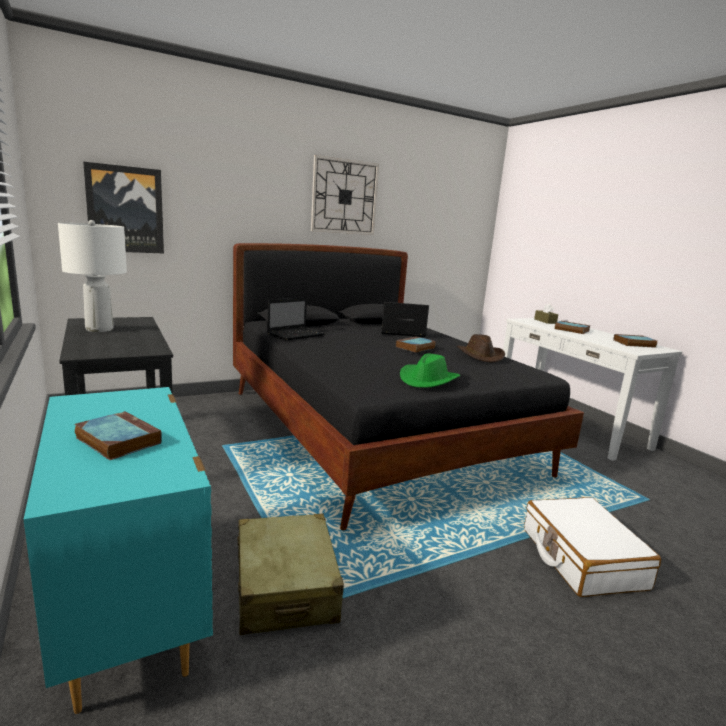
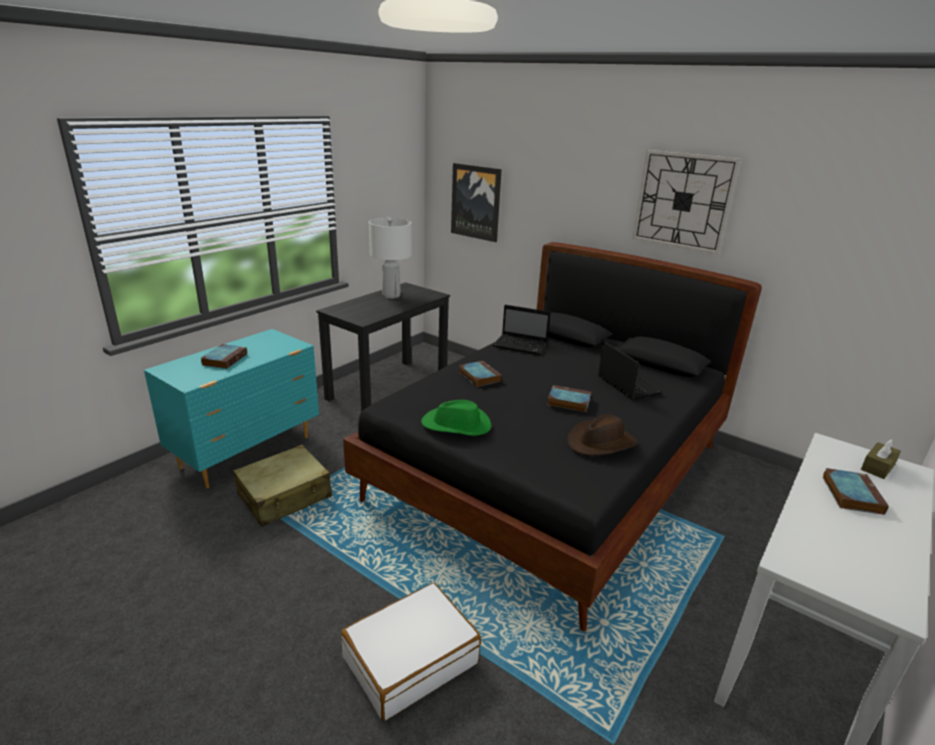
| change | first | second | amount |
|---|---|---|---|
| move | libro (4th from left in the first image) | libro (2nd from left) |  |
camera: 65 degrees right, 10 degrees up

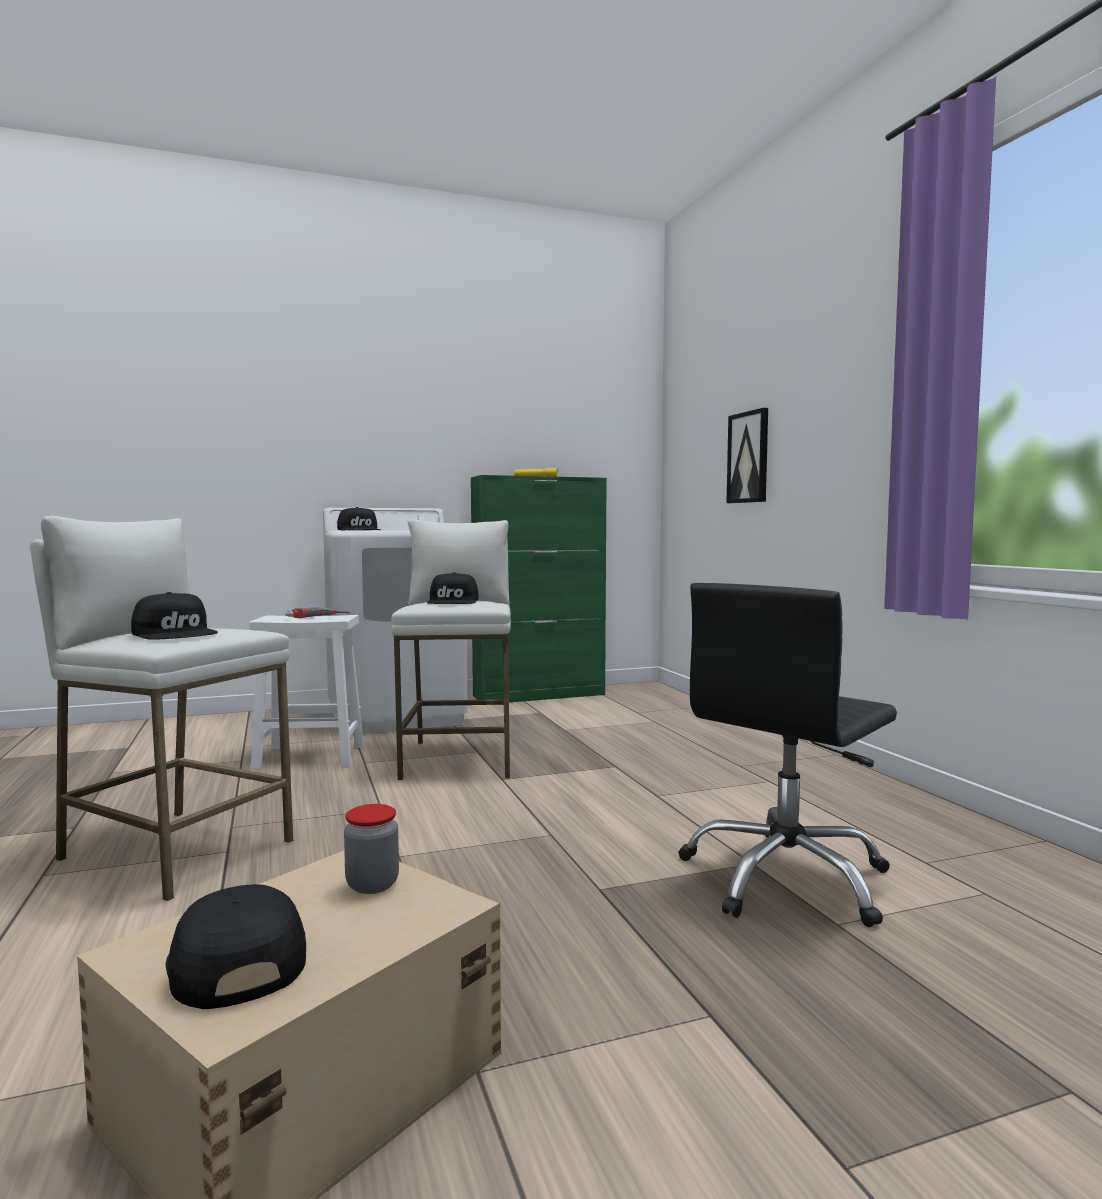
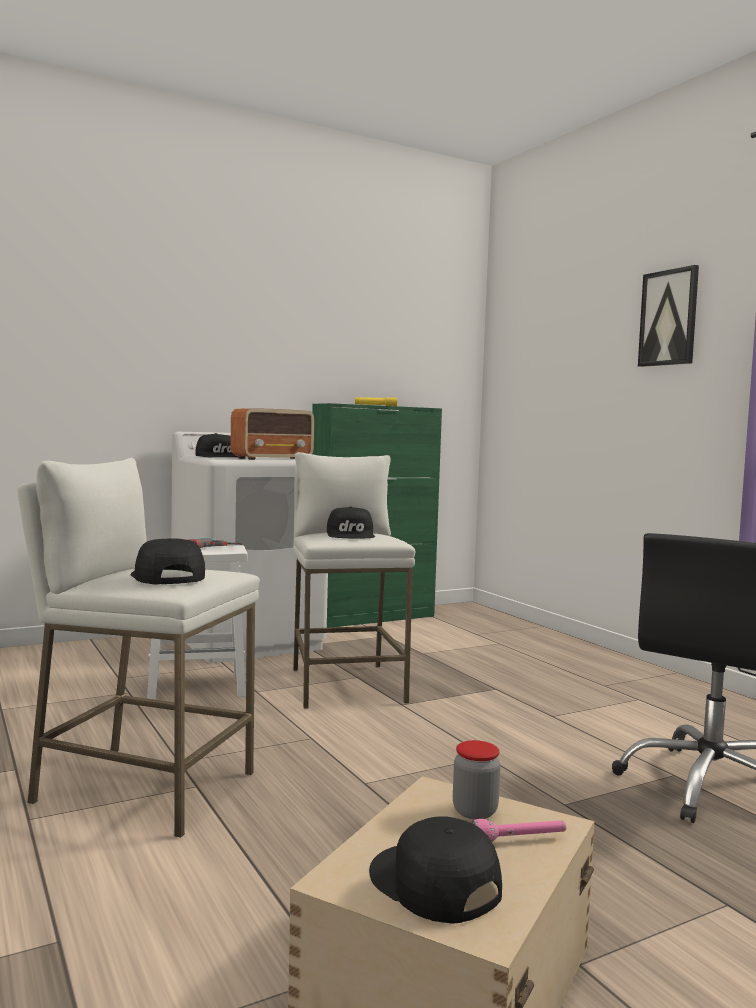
| change | first | second | amount |
|---|---|---|---|
| rotate | gorra [negro] (1st from left) |  | 150 degrees counterclockwise |
| insert |  | radio |  |
| insert |  | linterna [rosa] |  |
| move | cuadro |  |  |
camera: 10 degrees left, 0 degrees up

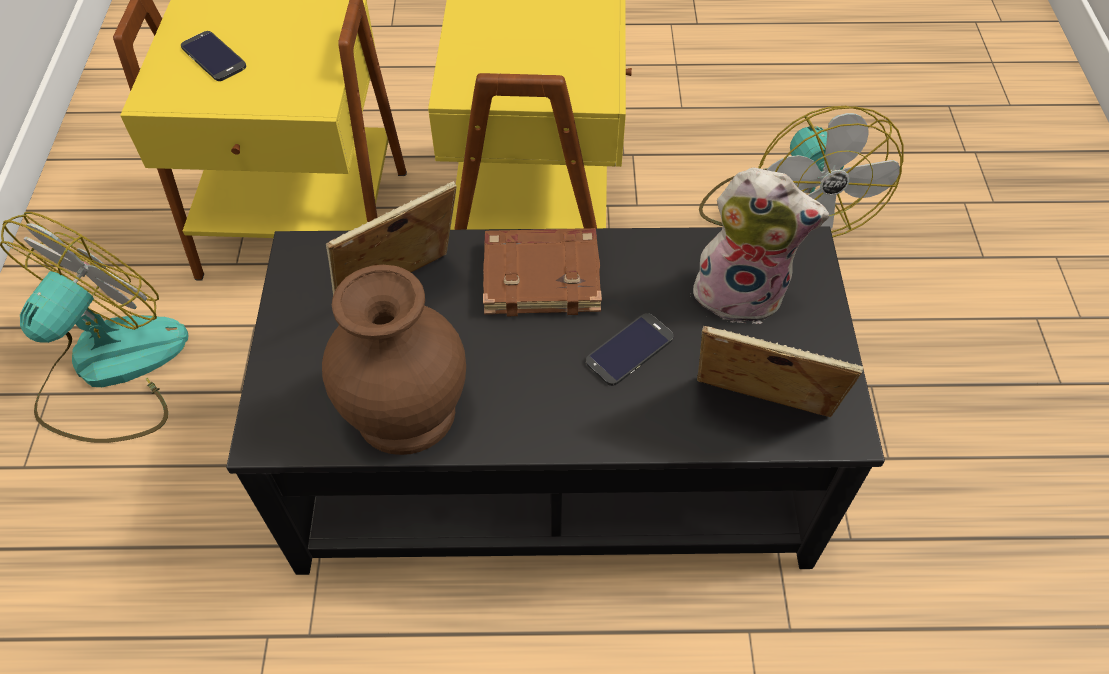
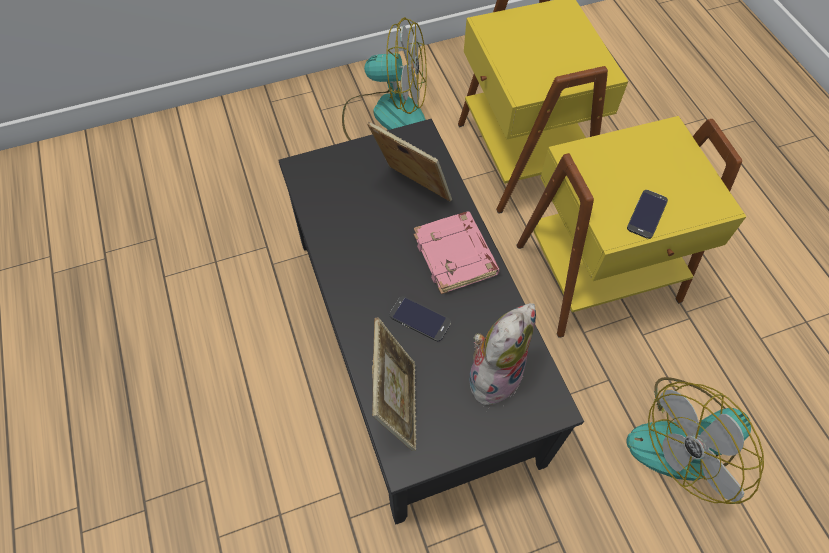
| change | first | second | amount |
|---|---|---|---|
| recolor | libro [marrón] | libro [rosa] |  |
| rotate | peluche |  | 135 degrees counterclockwise |
| move | móvil (1st from left in the first image) | móvil (2nd from left) |  |
| delete | florero [marrón] |  |  |
camera: 70 degrees right, 5 degrees up

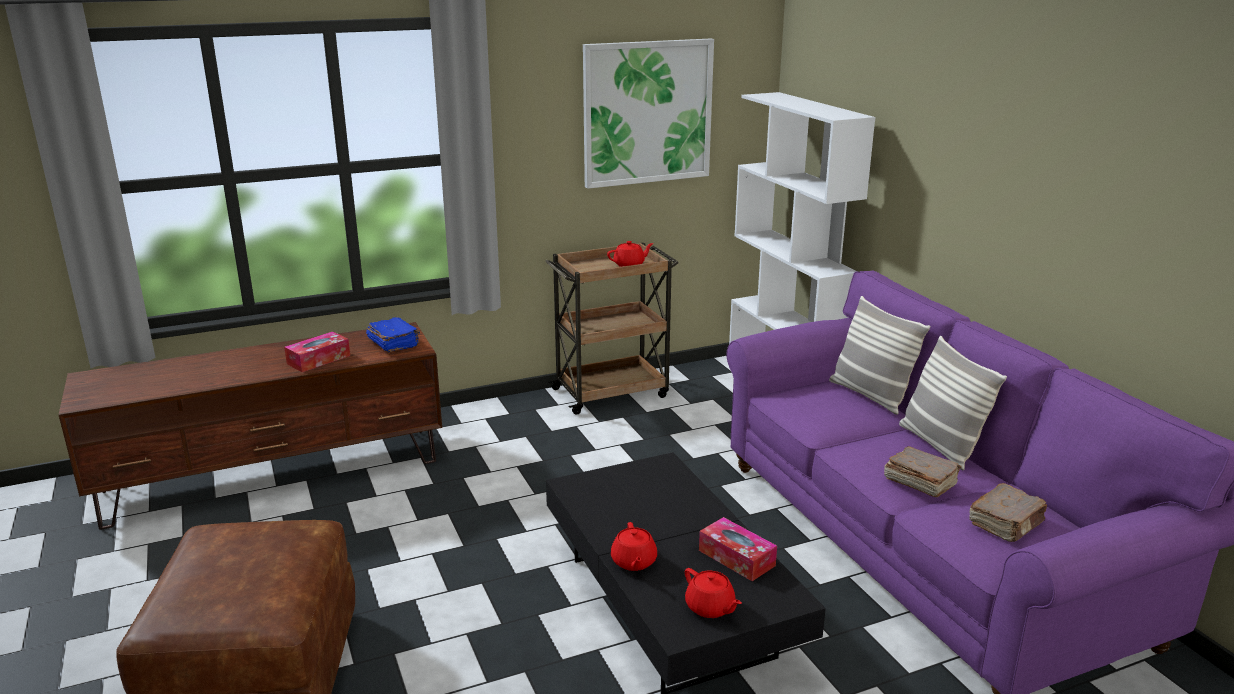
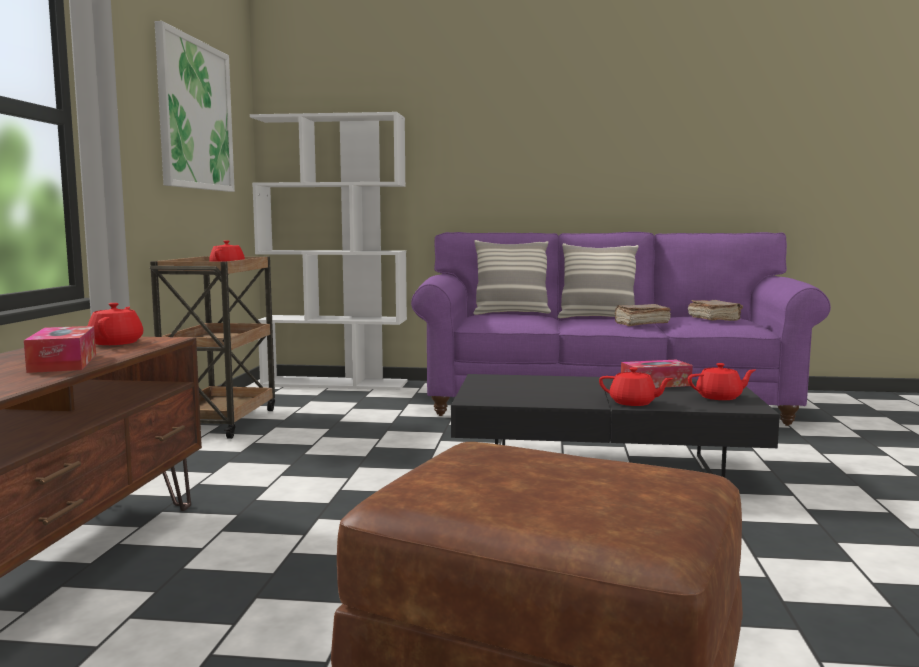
| change | first | second | amount |
|---|---|---|---|
| replace | libro [azul] | tetera [rojo] (1st from left) |  |
camera: 60 degrees left, 15 degrees down

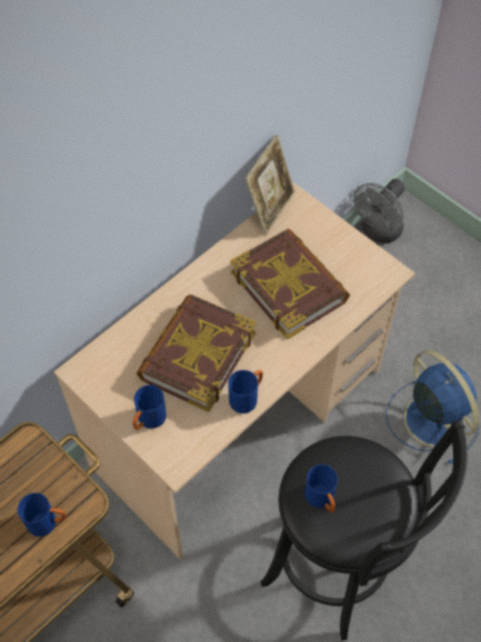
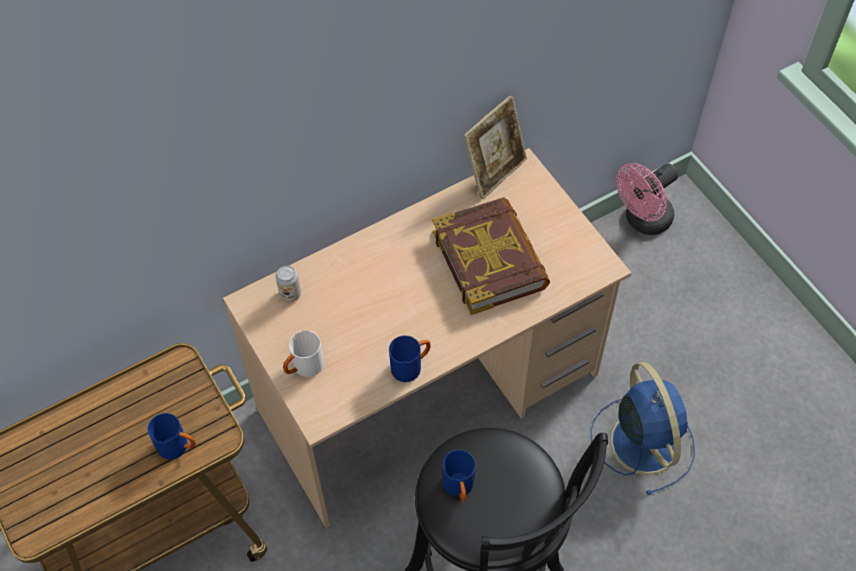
| change | first | second | amount |
|---|---|---|---|
| insert |  | lata |  |
| recolor | taza grande [azul] (2nd from left) | taza grande [blanco] |  |
| recolor | ventilador [gris] | ventilador [rosa] |  |
| delete | libro (1st from left) |  |  |
camera: 15 degrees right, 0 degrees up

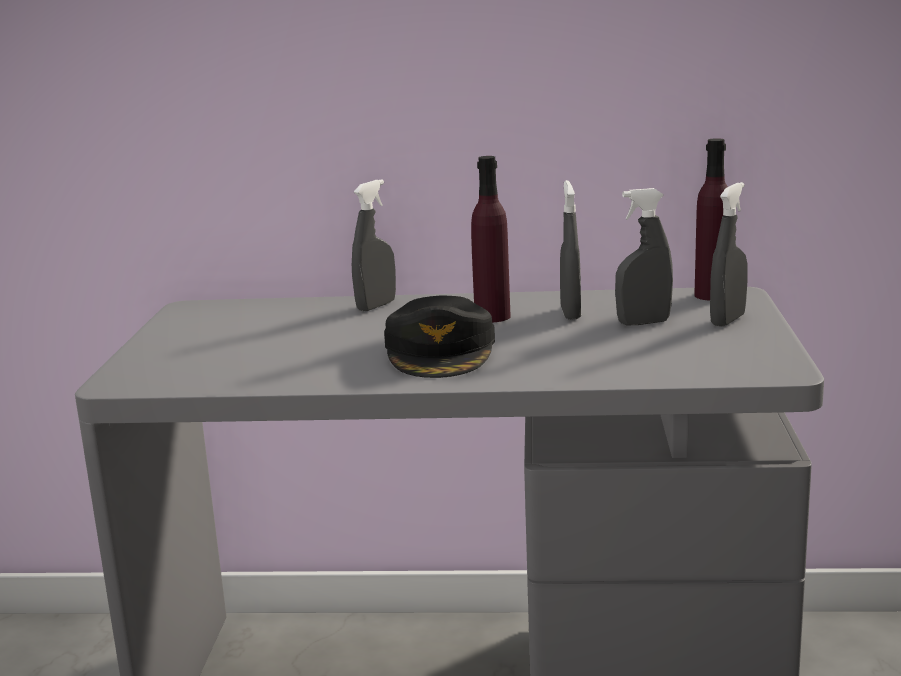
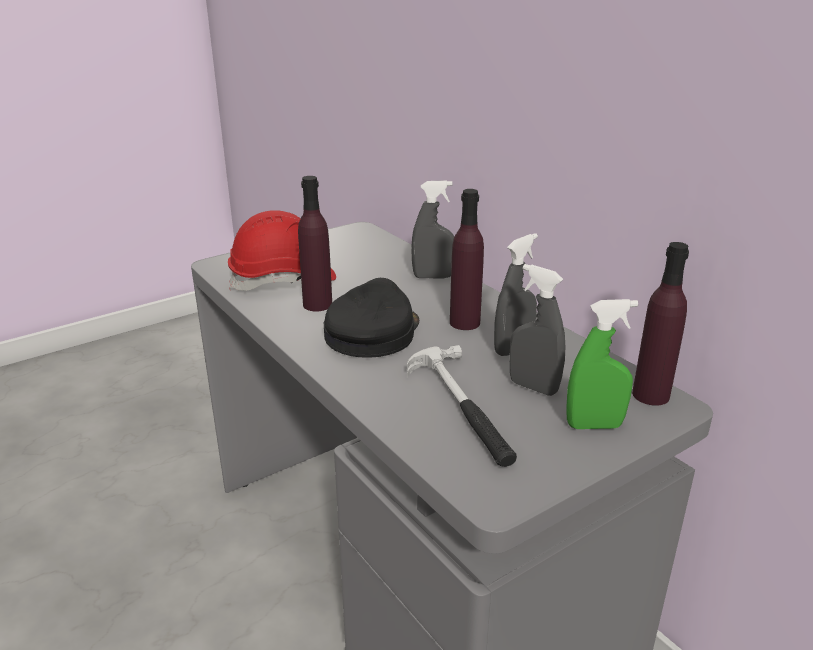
| change | first | second | amount |
|---|---|---|---|
| insert |  | casco [rojo] |  |
| insert |  | botella [morado] (1st from left) |  |
| rotate | gorra [negro] |  | 150 degrees clockwise |
| insert |  | martillo |  |
| recolor | pulverizador [gris] (4th from left) | pulverizador [verde] |  |
camera: 50 degrees right, 10 degrees up

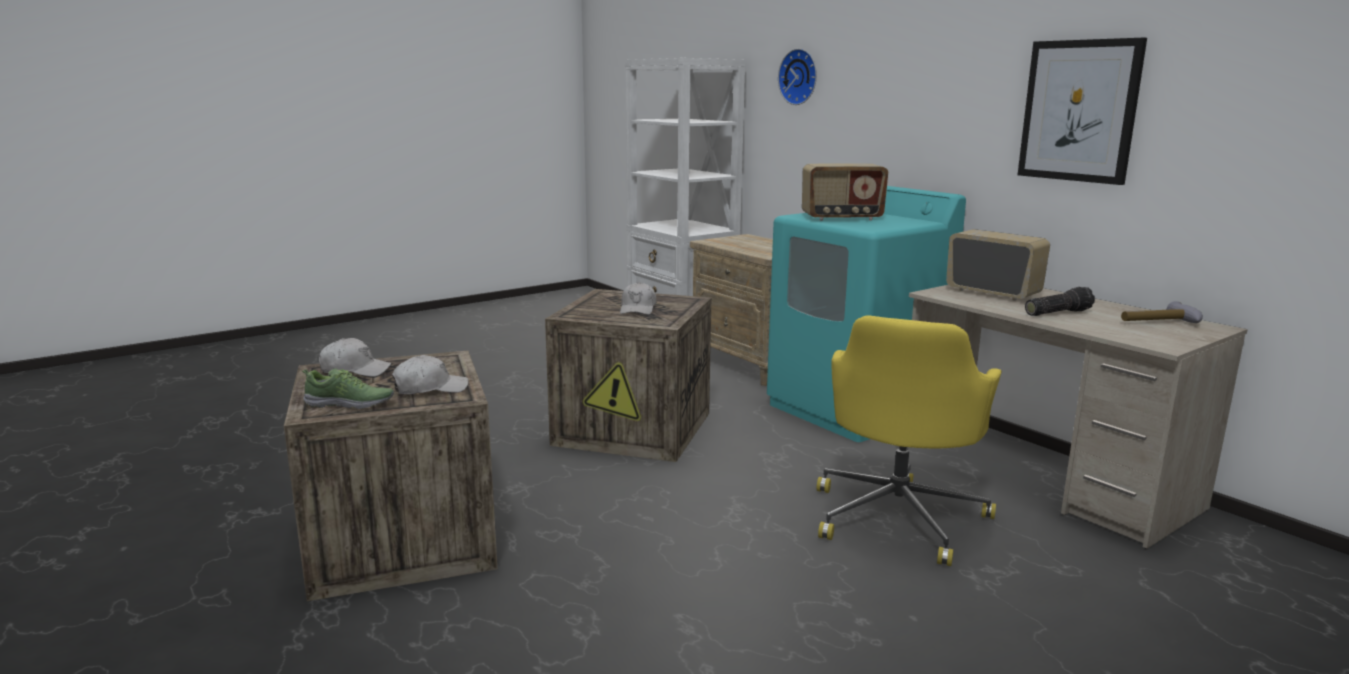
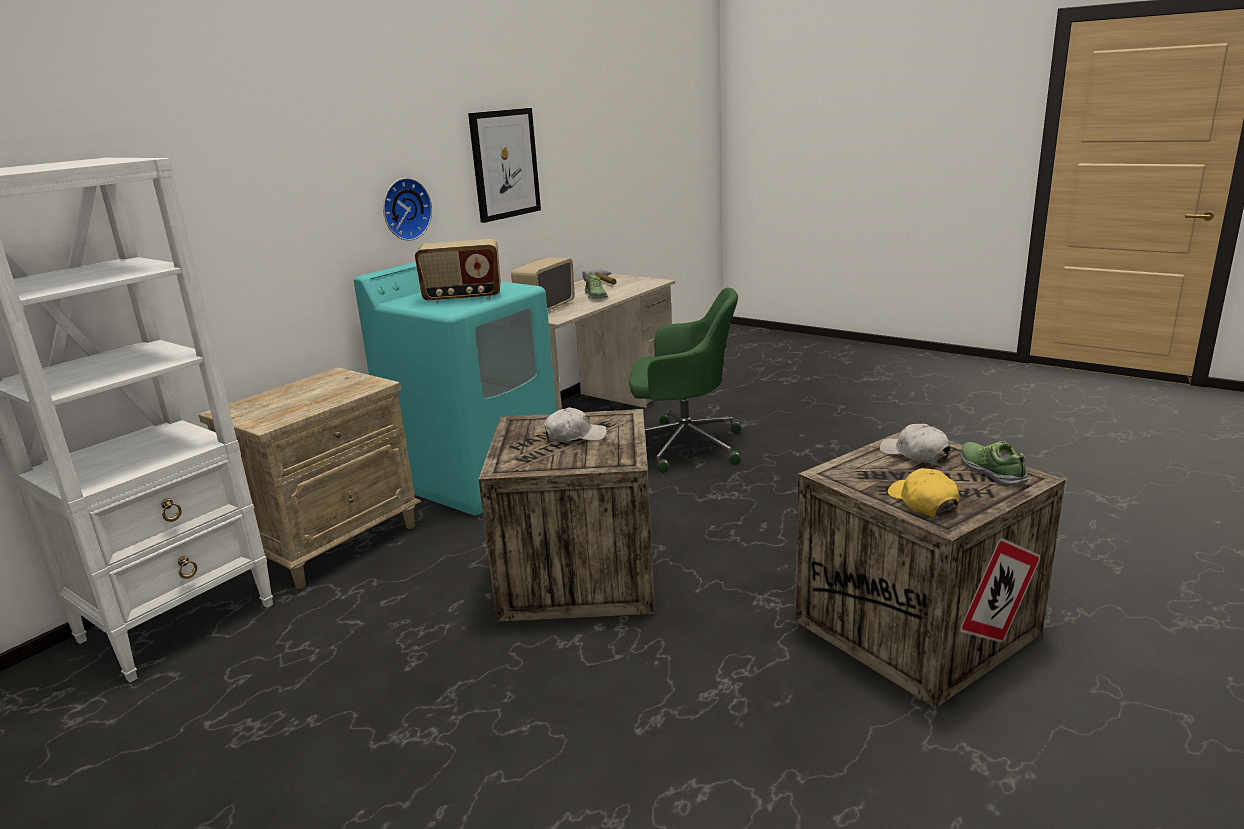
| change | first | second | amount |
|---|---|---|---|
| move | reloj de pared |  |  |
| rotate | radio (1st from left) |  | 105 degrees clockwise |
| replace | linterna | zapato (1st from left) |  |
| recolor | silla de oficina [amarillo] | silla de oficina [verde] |  |
| recolor | gorra [blanco] (1st from left) | gorra [amarillo] |  |
camera: 105 degrees left, 5 degrees up

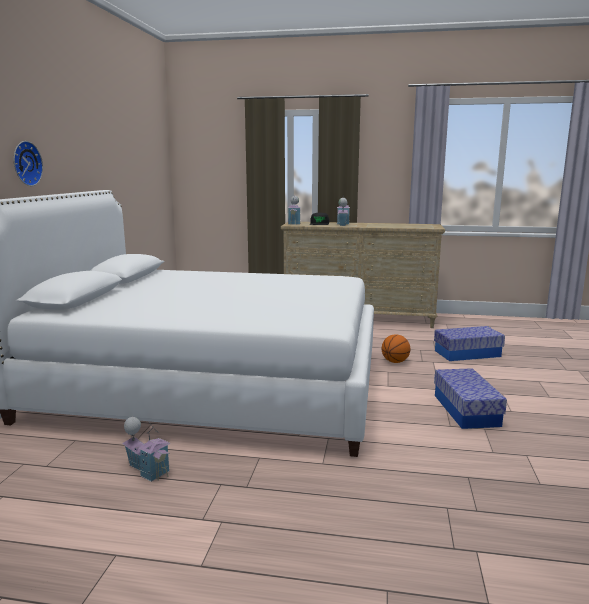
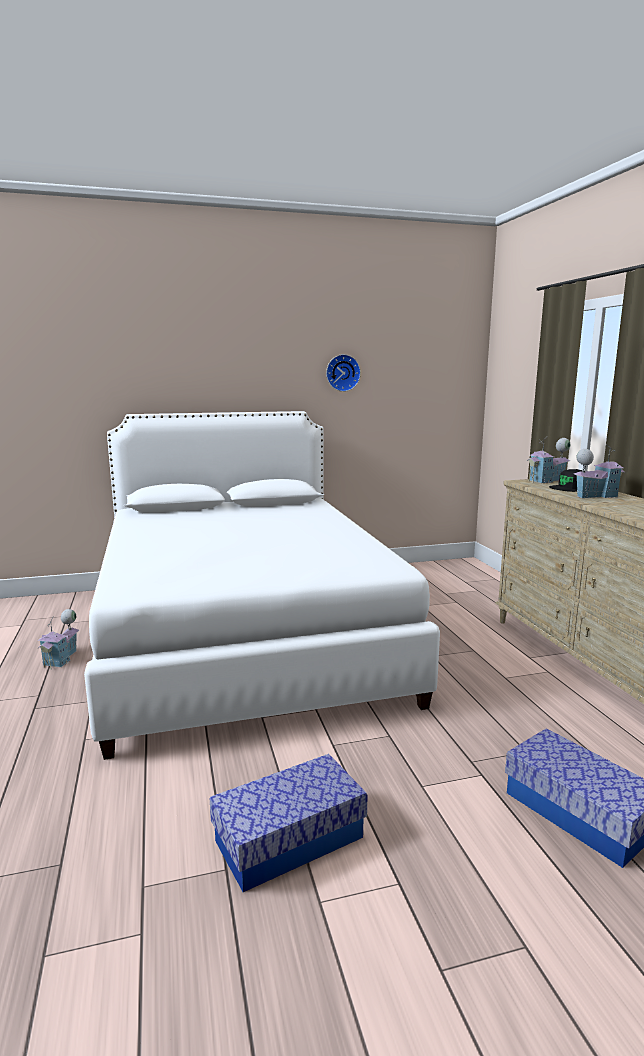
| change | first | second | amount |
|---|---|---|---|
| move | reloj de pared |  |  |
| delete | balón de baloncesto |  |  |
camera: 65 degrees right, 0 degrees up

